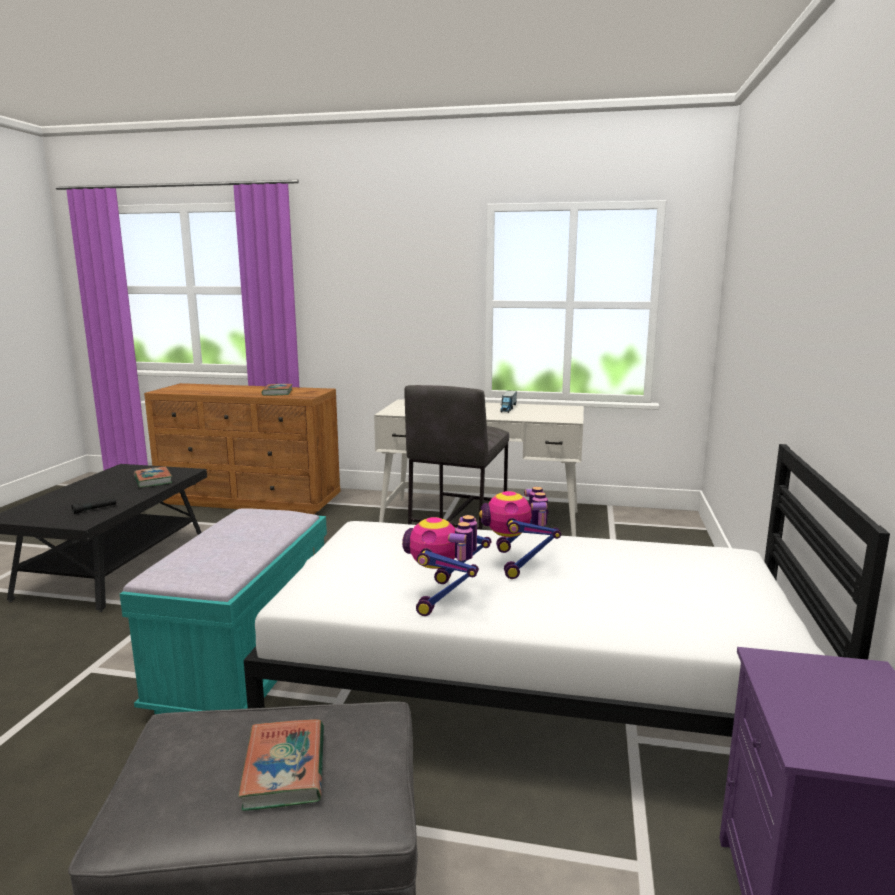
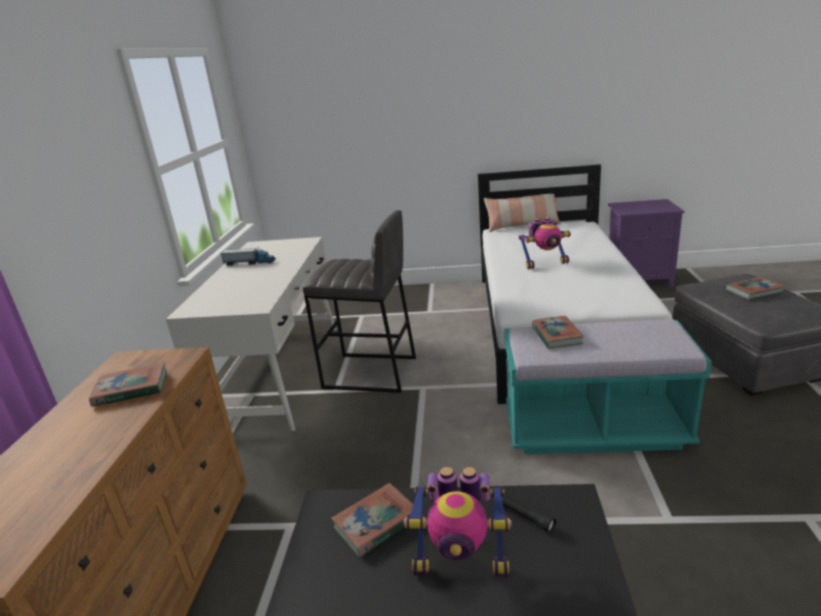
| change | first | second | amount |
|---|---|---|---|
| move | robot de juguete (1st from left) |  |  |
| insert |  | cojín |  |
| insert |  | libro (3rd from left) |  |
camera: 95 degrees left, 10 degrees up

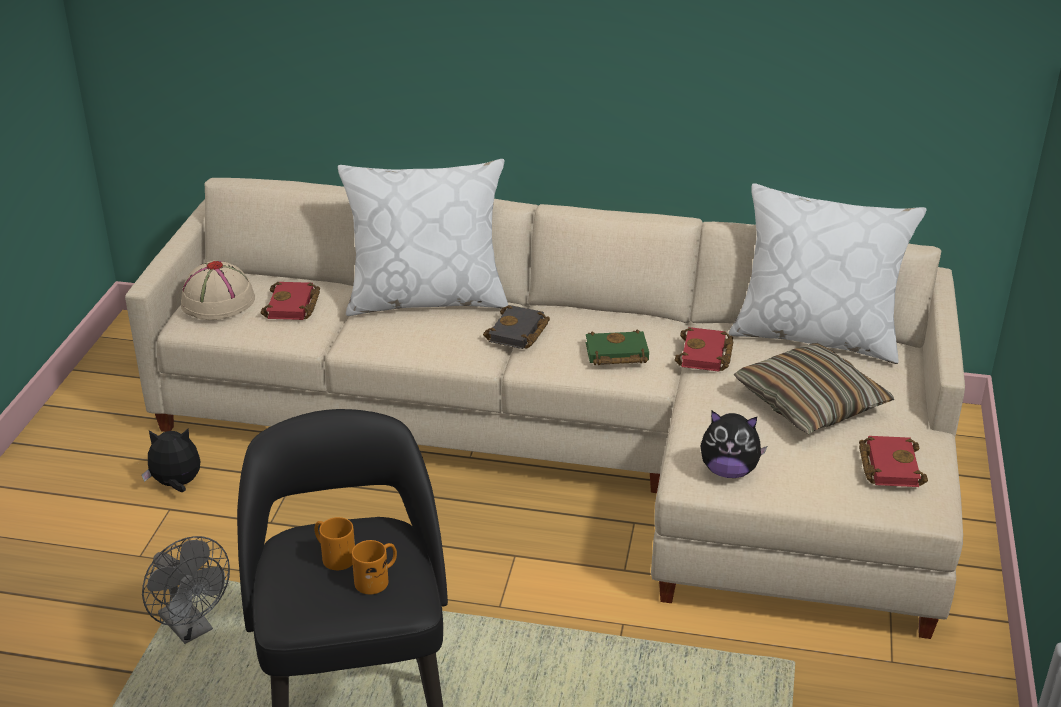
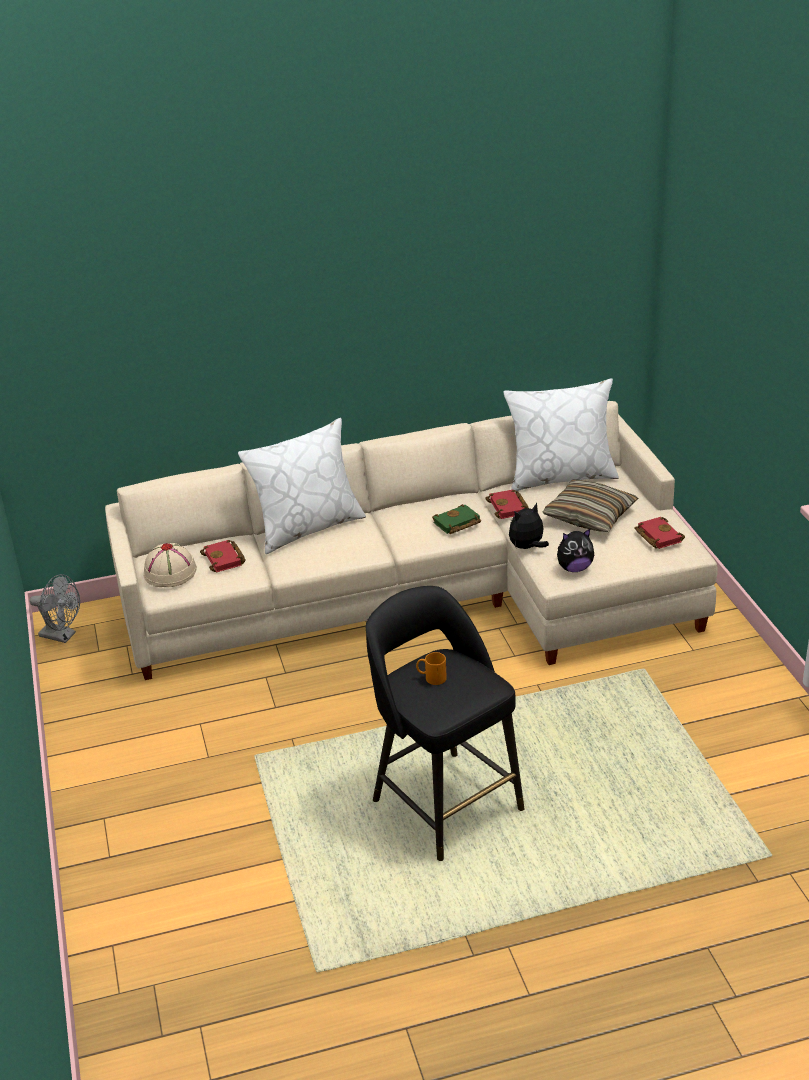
| change | first | second | amount |
|---|---|---|---|
| move | ventilador [gris] |  |  |
| move | peluche (1st from left) |  |  |
| delete | taza grande [naranja] (2nd from left) |  |  |
| delete | libro [negro] |  |  |
camera: 25 degrees left, 0 degrees up

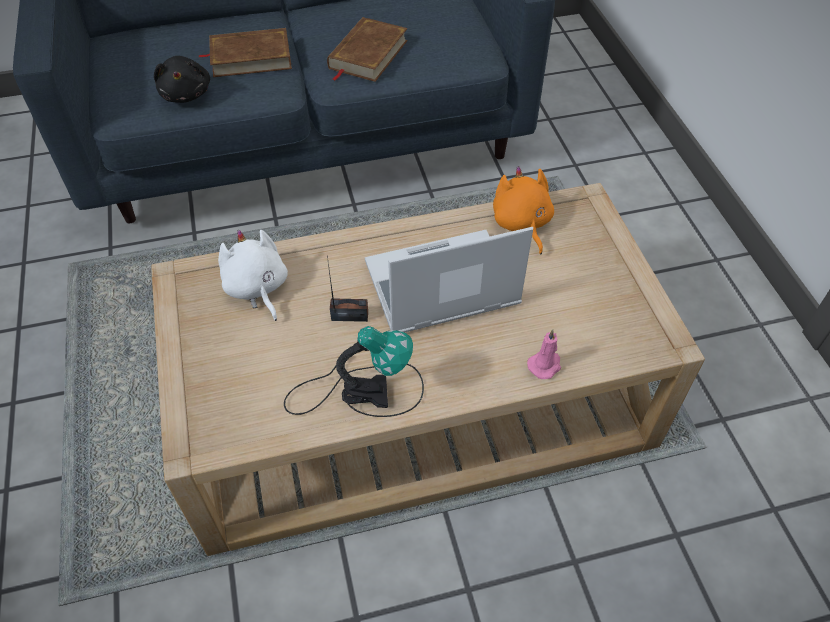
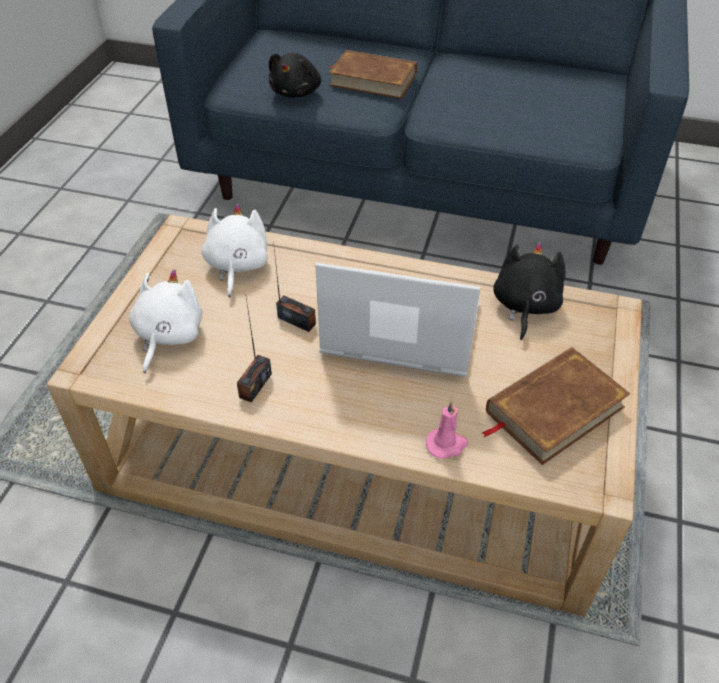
| change | first | second | amount |
|---|---|---|---|
| insert |  | peluche [blanco] (1st from left) |  |
| replace | lámpara de mesa | radio (1st from left) |  |
| move | libro [marrón] (2nd from left) |  |  |
| recolor | peluche [naranja] | peluche [negro] (2nd from left) |  |
camera: 30 degrees right, 5 degrees down

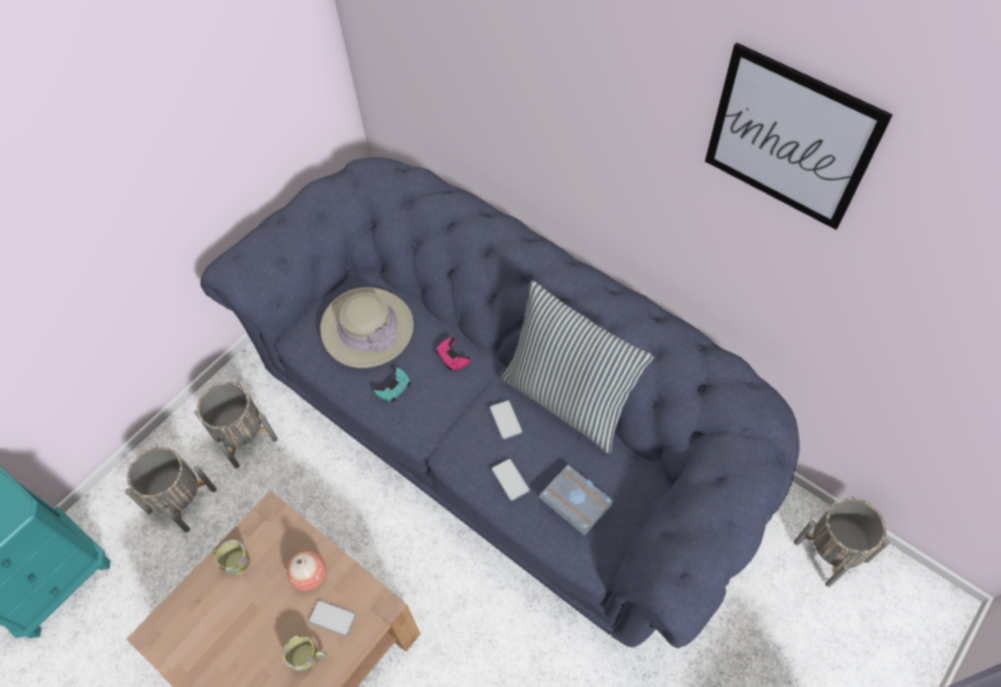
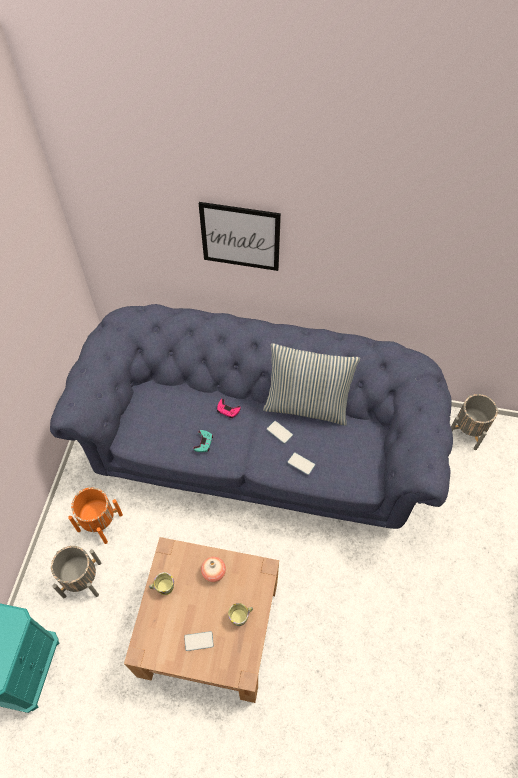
| change | first | second | amount |
|---|---|---|---|
| recolor | maceta [gris] (2nd from left) | maceta [naranja] |  |
| move | móvil (1st from left) |  |  |
| move | cuadro |  |  |
| delete | sombrero [beis] |  |  |
| delete | libro [gris] |  |  |
camera: 30 degrees left, 0 degrees up

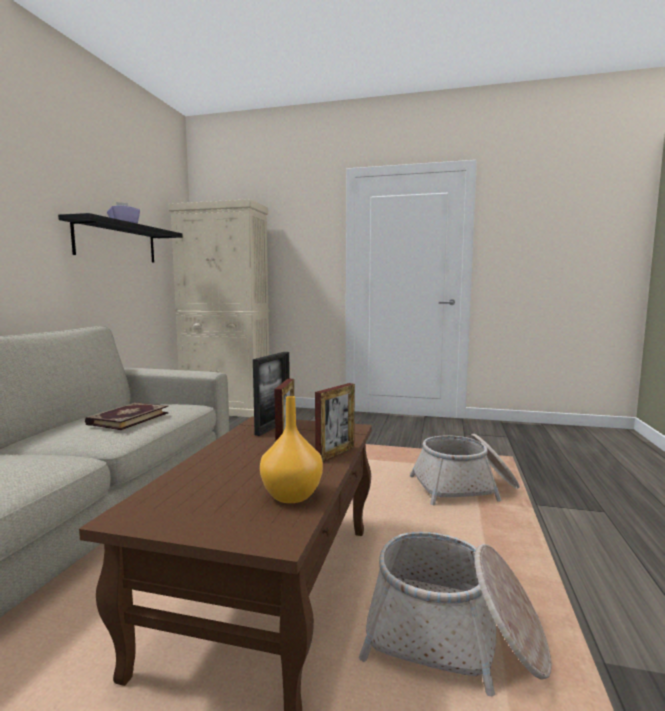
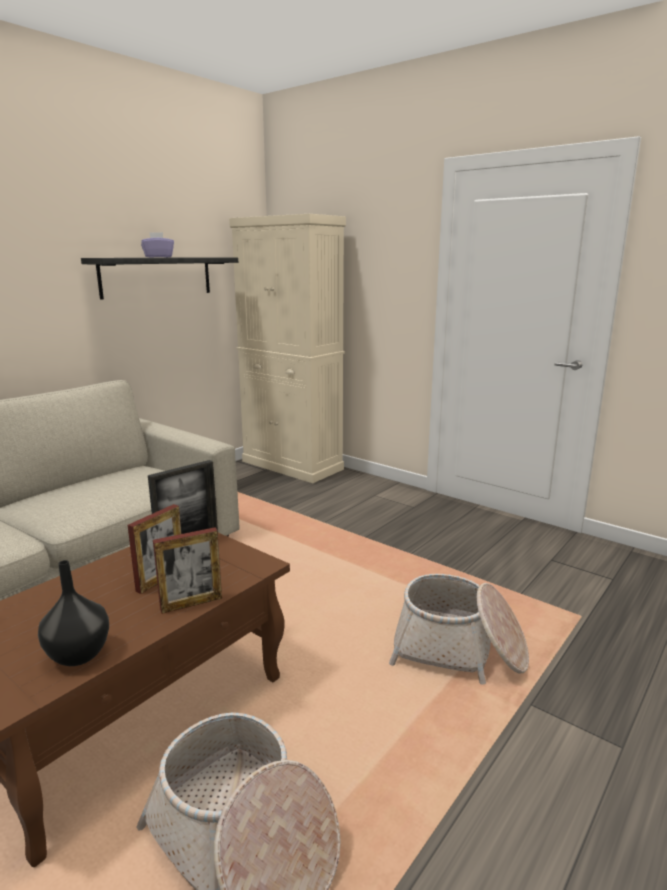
| change | first | second | amount |
|---|---|---|---|
| recolor | florero [naranja] | florero [negro] |  |
| delete | libro |  |  |
camera: 25 degrees right, 10 degrees up

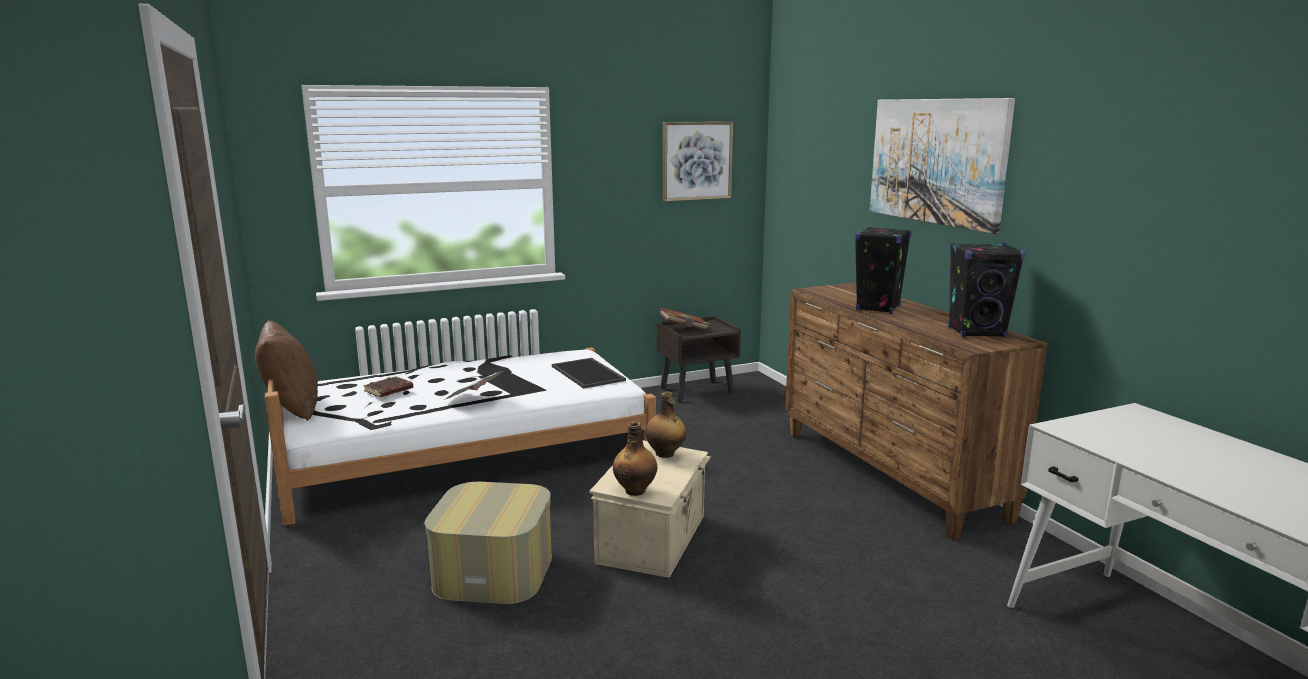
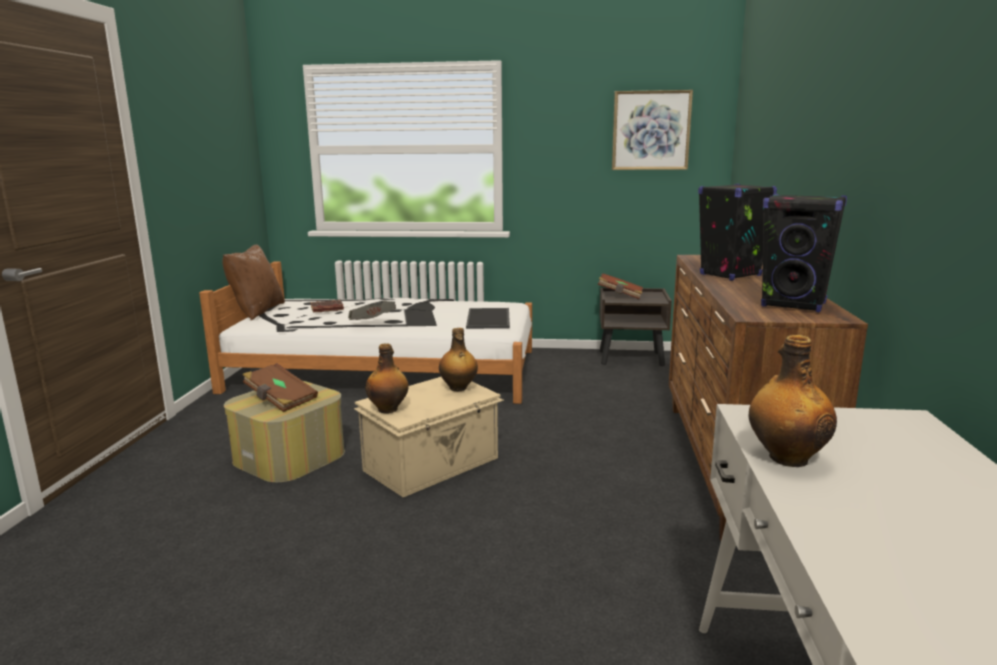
| change | first | second | amount |
|---|---|---|---|
| insert |  | libro [marrón] (1st from left) |  |
| insert |  | botella (3rd from left) |  |
| delete | cuadro (2nd from left) |  |  |
camera: 30 degrees right, 0 degrees up

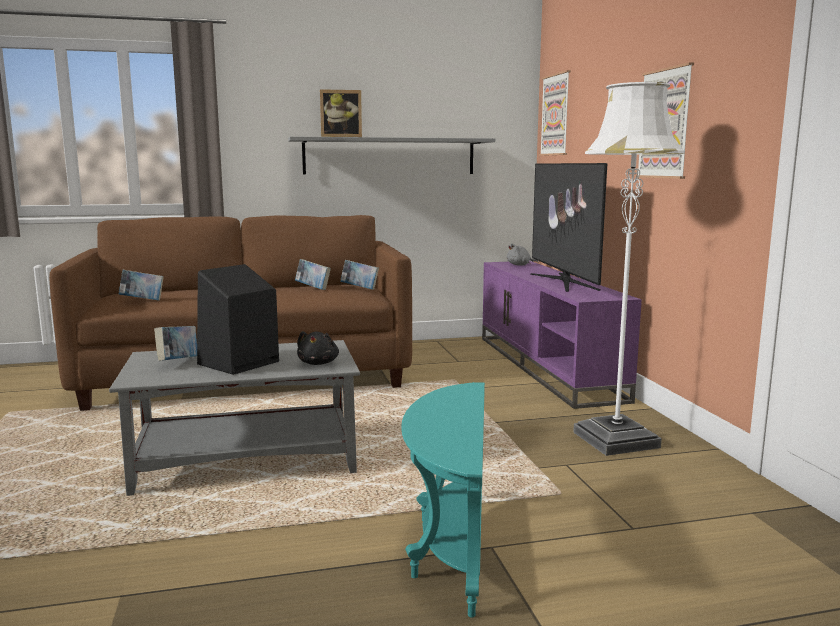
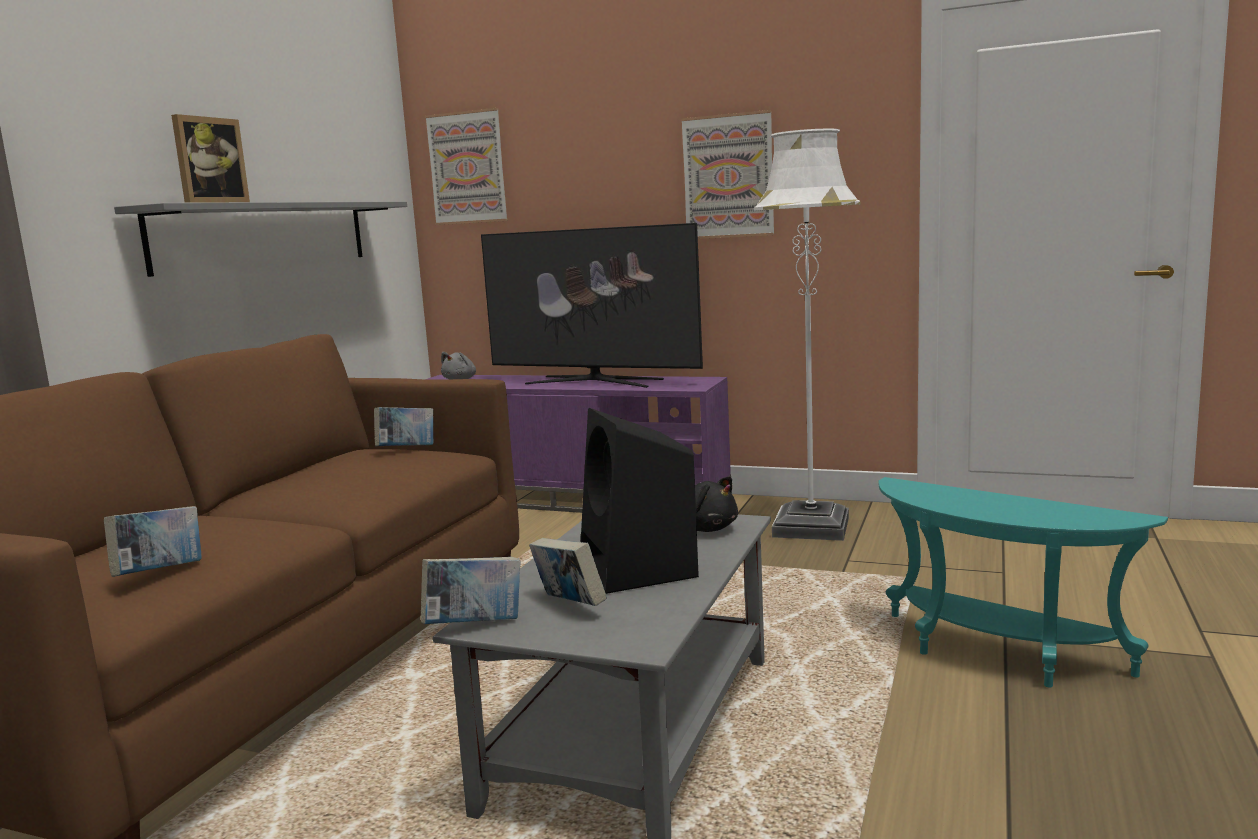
| change | first | second | amount |
|---|---|---|---|
| move | libro (3rd from left) |  |  |
camera: 55 degrees left, 0 degrees up

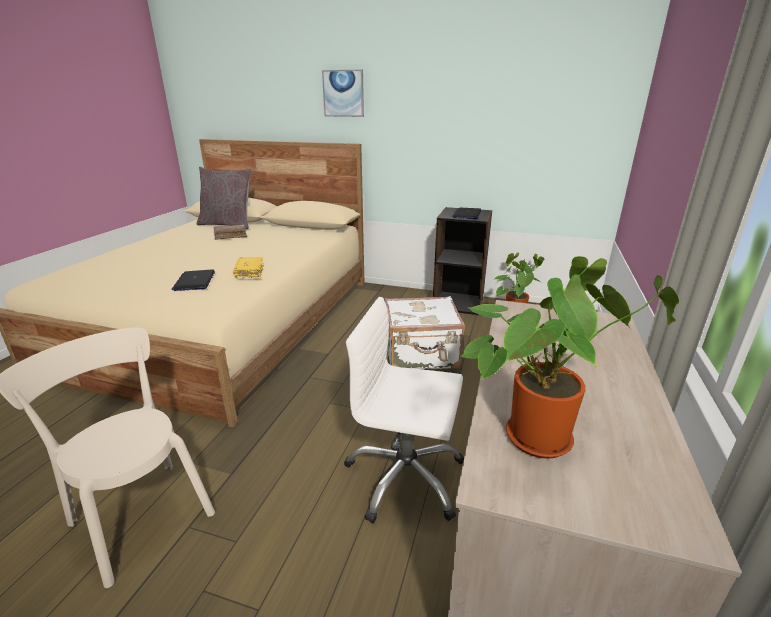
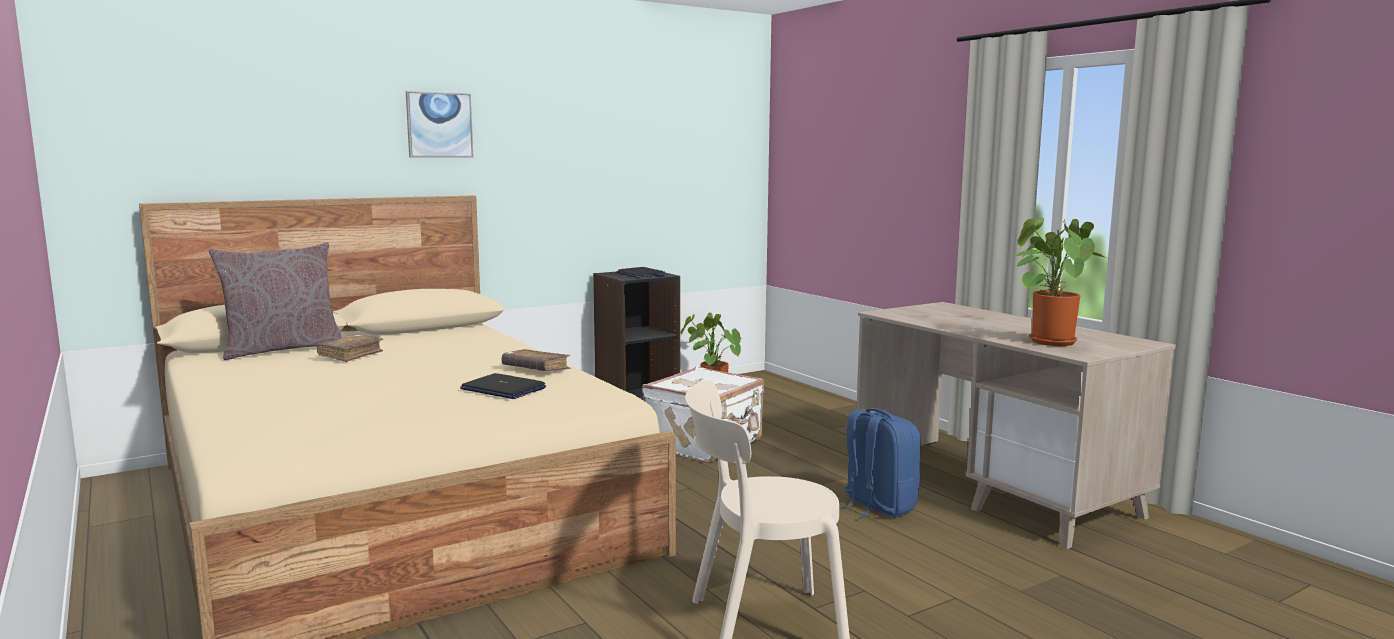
| change | first | second | amount |
|---|---|---|---|
| recolor | libro [amarillo] | libro [marrón] (2nd from left) |  |
| replace | silla de oficina [blanco] | mochila [azul] |  |
camera: 50 degrees left, 15 degrees down

